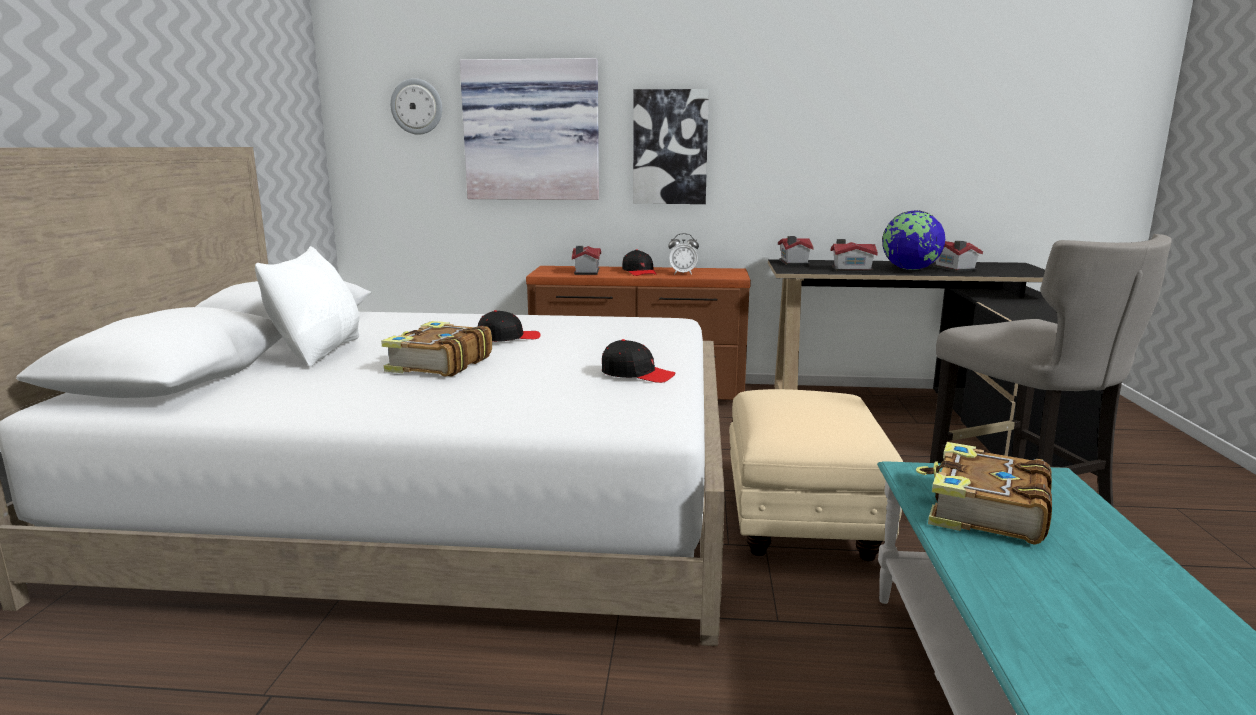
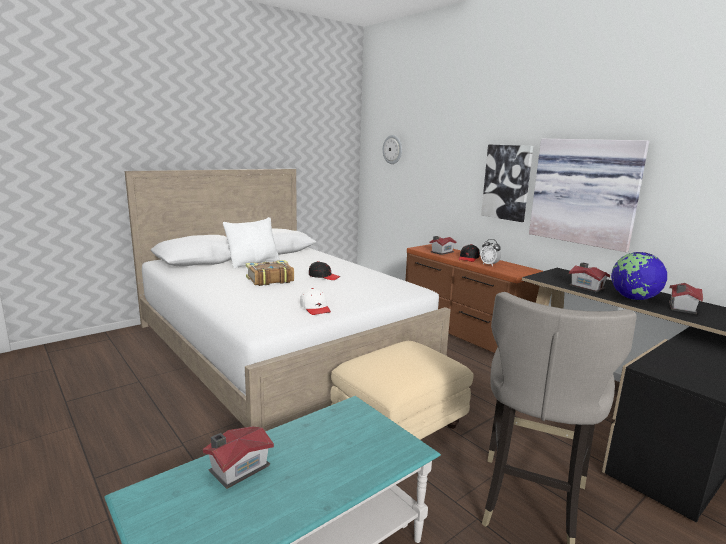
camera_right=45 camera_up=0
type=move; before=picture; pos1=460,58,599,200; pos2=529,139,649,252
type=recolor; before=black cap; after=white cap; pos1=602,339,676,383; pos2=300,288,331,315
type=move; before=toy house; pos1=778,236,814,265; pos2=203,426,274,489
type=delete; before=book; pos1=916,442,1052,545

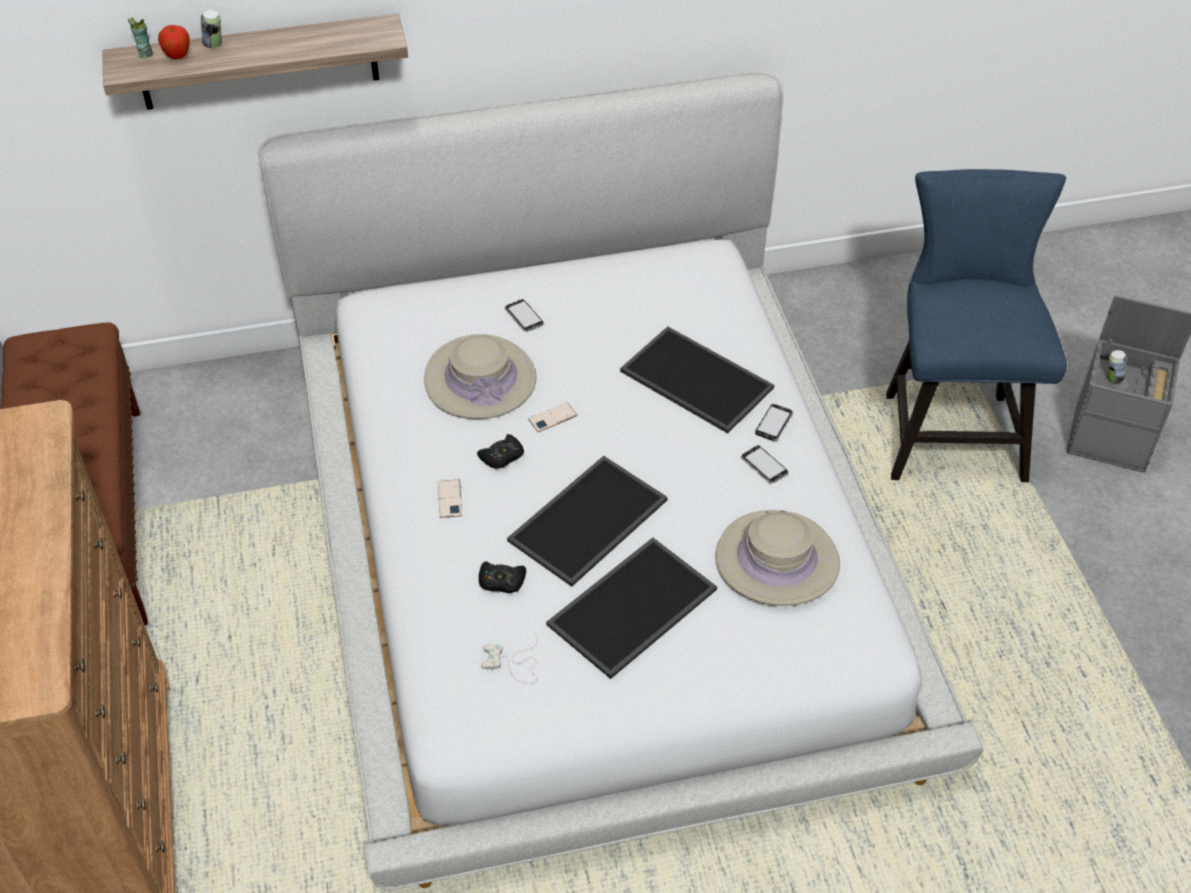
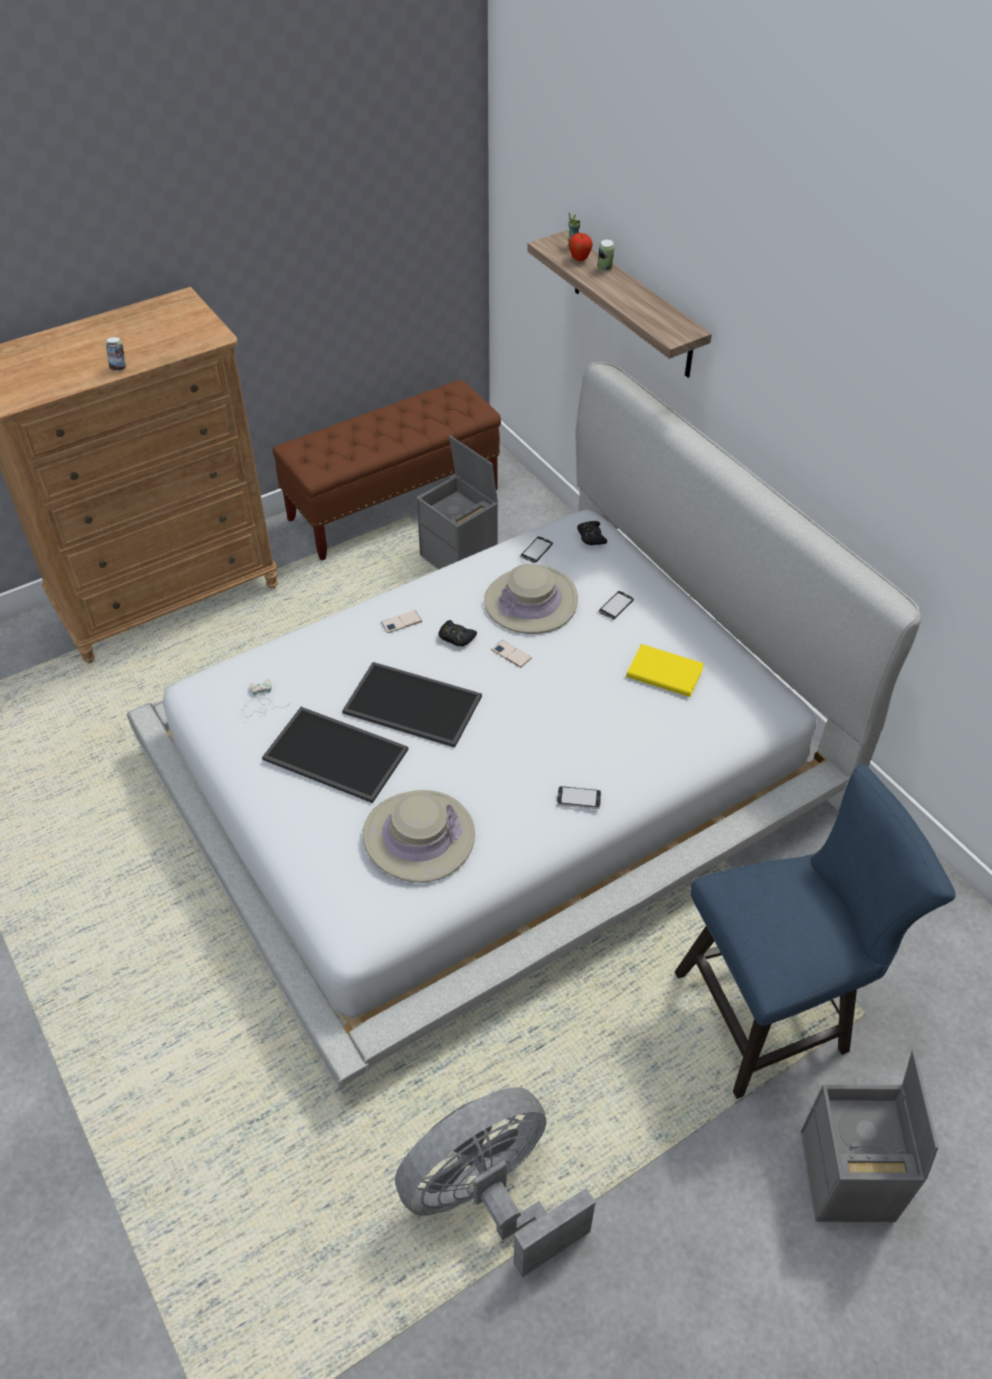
camera_right=70 camera_up=0
type=move; before=black game controller; pos1=479,561,526,593; pos2=577,521,607,545
type=delete; before=tray; pos1=620,326,774,433
type=move; before=phone; pos1=741,445,788,484; pos2=520,536,553,563
type=move; before=can; pos1=1107,350,1127,383; pos2=105,337,126,371
type=insert; after=grey fan; pos2=395,1087,596,1277
type=insert; after=grey storage box; pos2=417,435,498,569
type=insert; after=yellow book; pos2=626,644,704,697

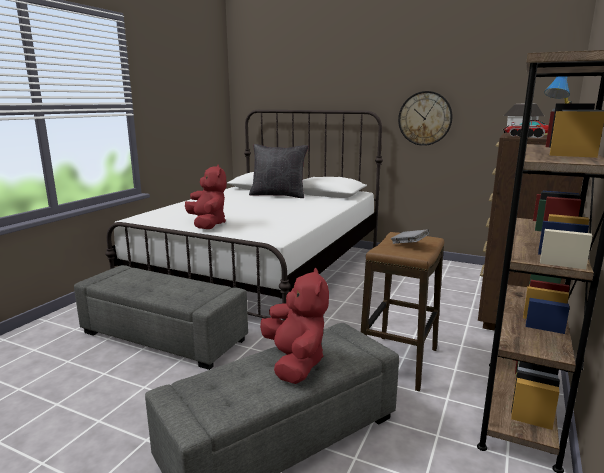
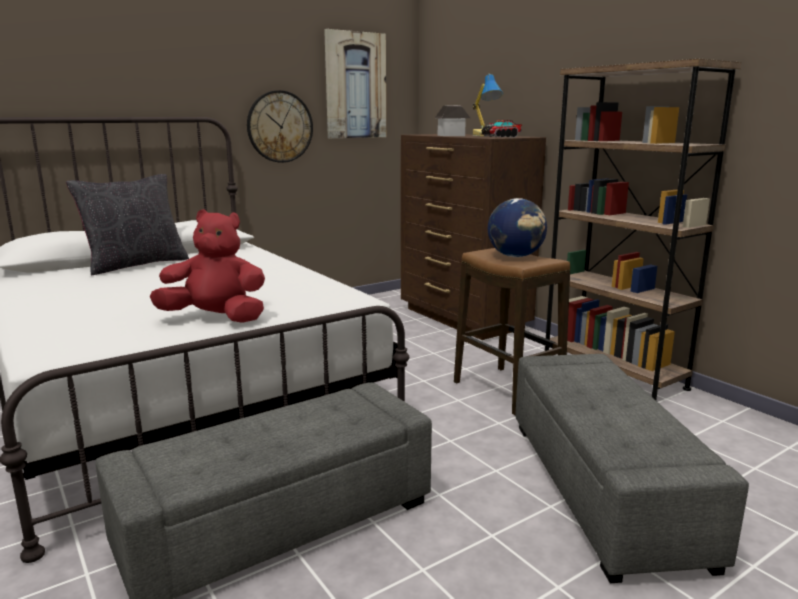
camera_right=-60 camera_up=0
type=delete; before=red plush toy; pos1=260,268,329,384
type=replace; before=grey book; after=globe; pos1=391,229,430,244; pos2=488,198,547,257
type=insert; after=picture; pos2=324,29,386,138

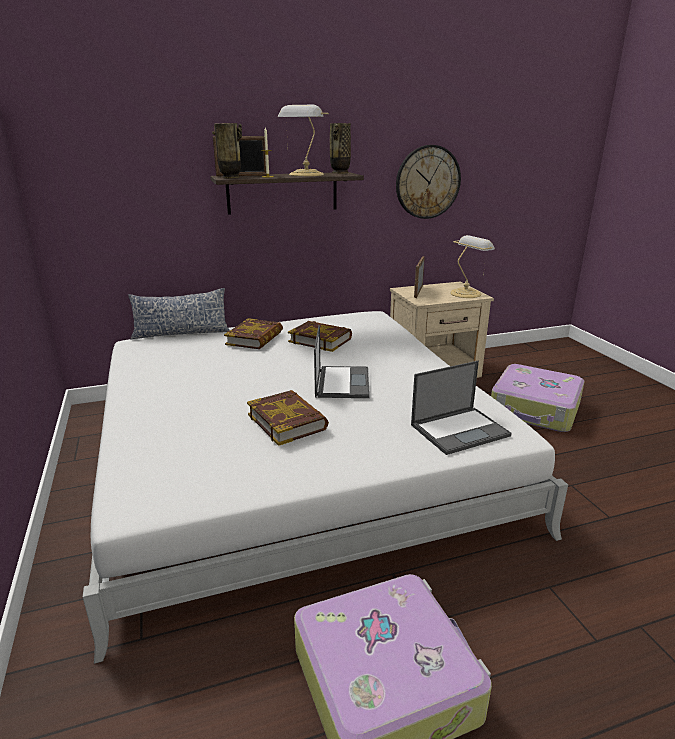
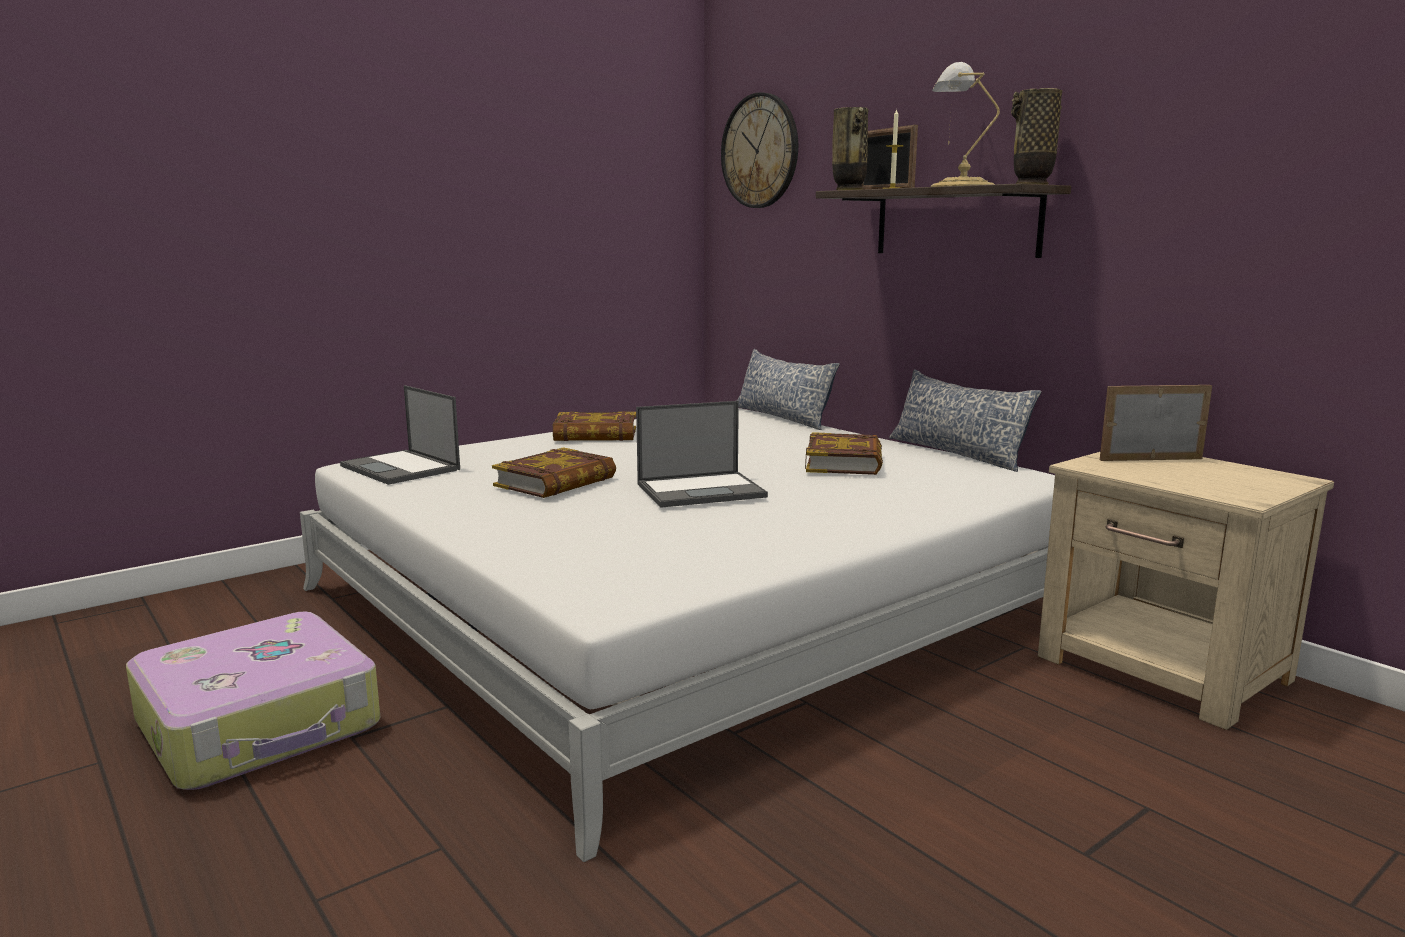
camera_right=70 camera_up=-10
type=move; before=book; pos1=224,318,283,349; pos2=553,411,636,441
type=move; before=wall clock; pos1=396,145,461,219; pos2=721,92,798,208
type=move; before=laptop; pos1=411,361,512,455; pos2=340,385,460,485
type=delete; before=table lamp; pos1=450,235,495,298
type=delete; before=suitcase; pos1=491,364,585,432
type=insert; after=pillow; pos2=889,369,1042,472

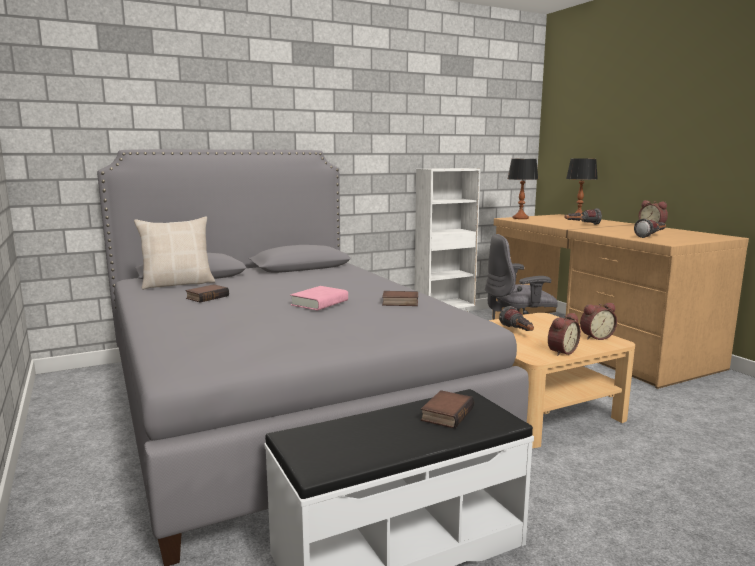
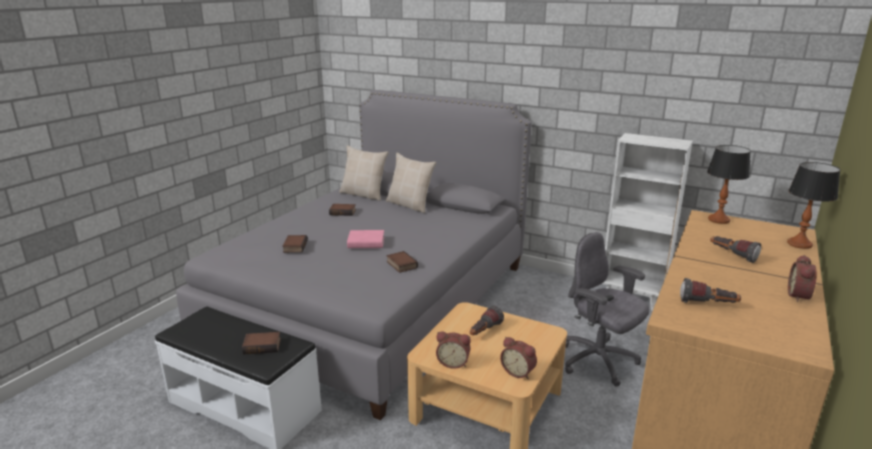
camera_right=55 camera_up=10
type=insert; after=book; pos2=282,235,308,253
type=insert; after=beige pillow; pos2=386,153,436,213

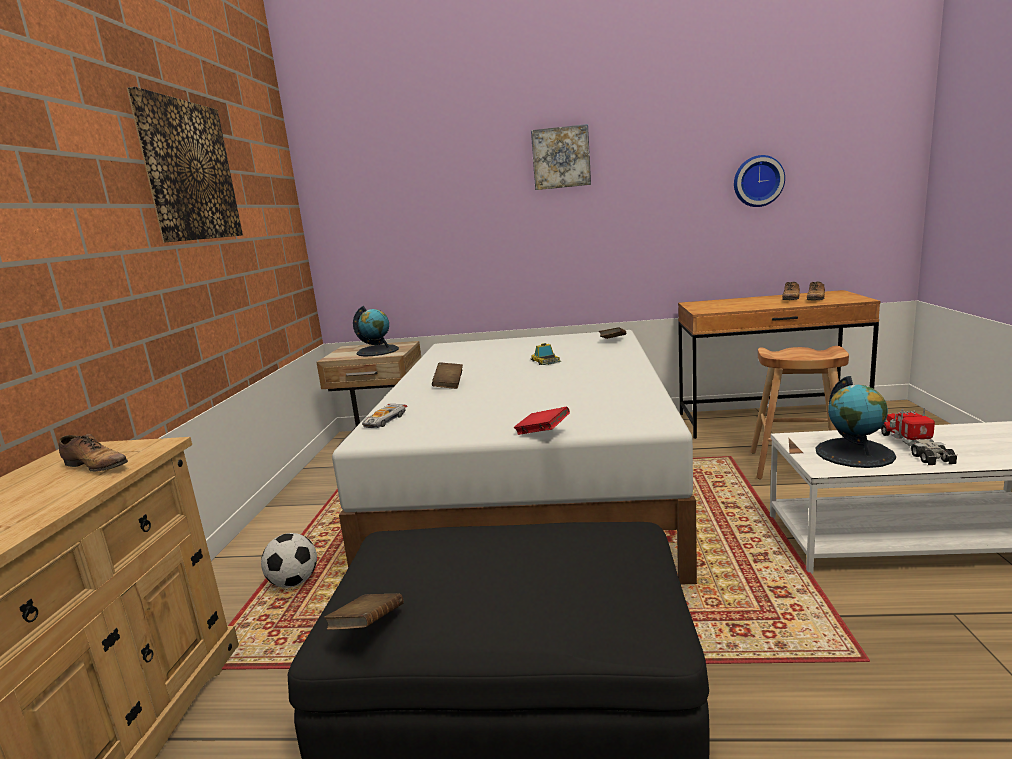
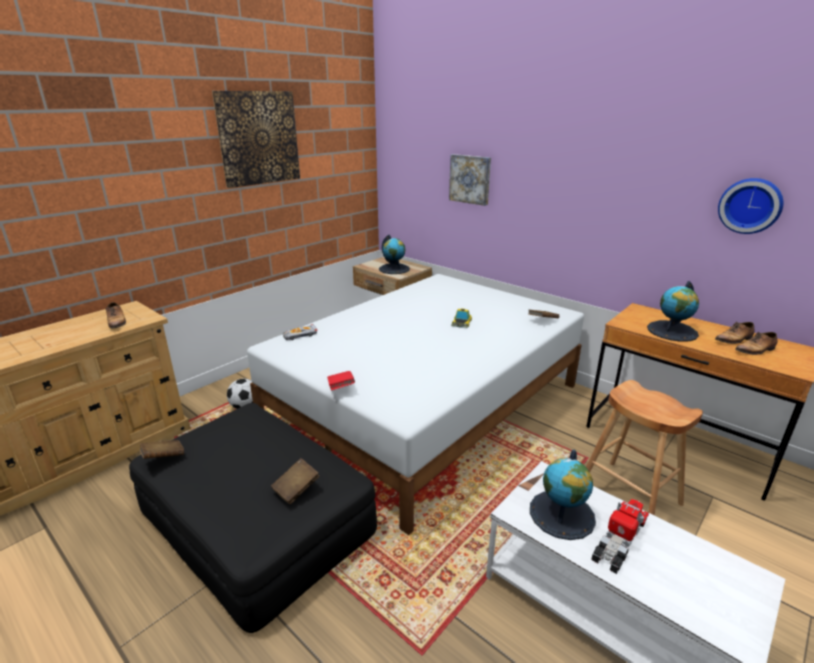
camera_right=35 camera_up=10
type=move; before=brown book; pos1=432,362,463,389; pos2=271,458,319,504
type=move; before=picture; pos1=531,124,591,190; pos2=449,154,491,206
type=insert; after=globe; pos2=647,281,699,342

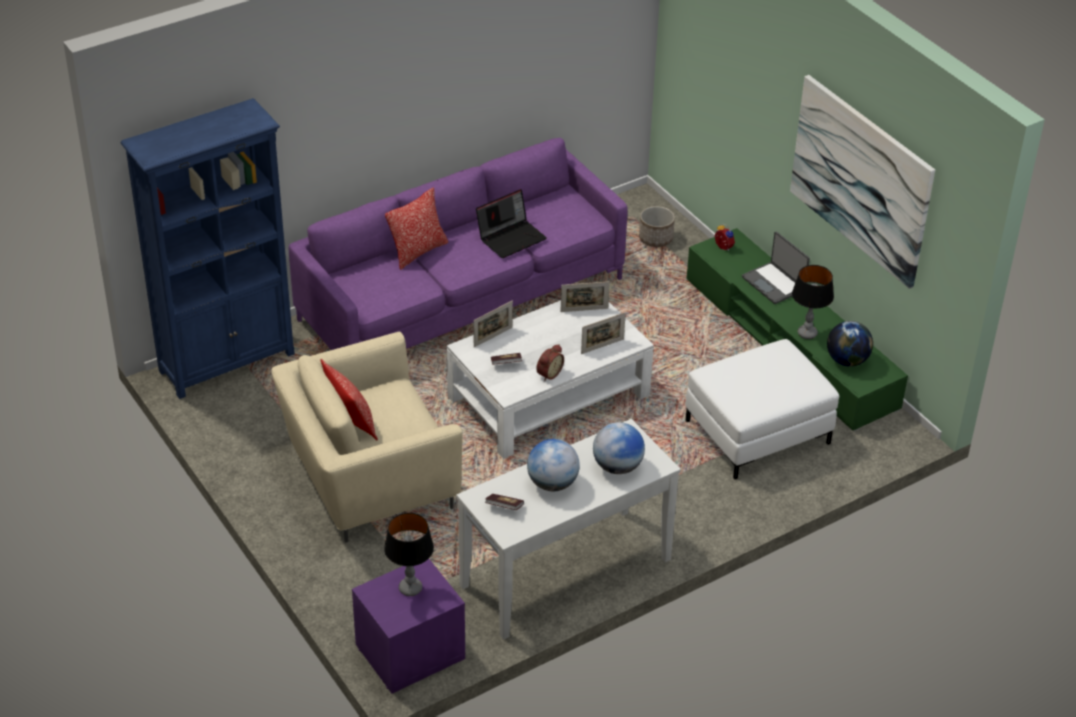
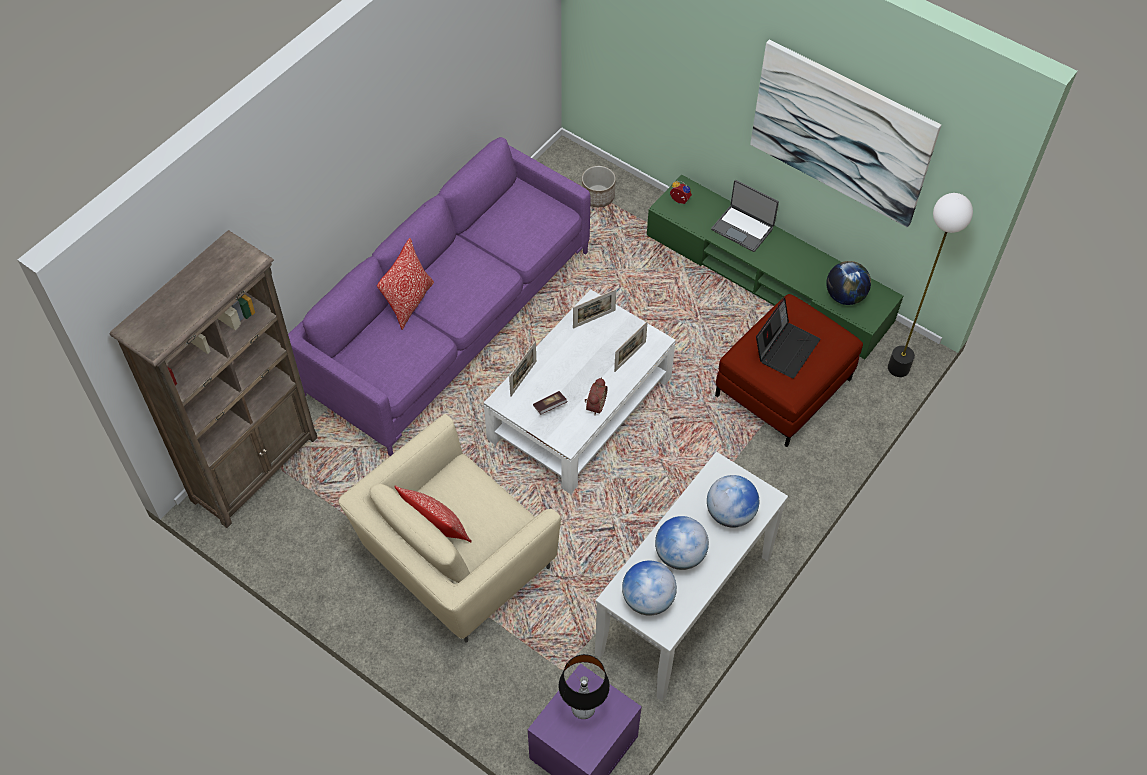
camera_right=-20 camera_up=15
type=recolor; before=blue bookcase; after=brown bookcase; pos1=120,98,295,399; pos2=110,230,318,528
type=move; before=laptop; pos1=476,189,547,258; pos2=756,297,821,379
type=replace; before=book; after=globe; pos1=485,494,524,510; pos2=622,561,677,616
type=recolor; before=white ottoman; after=red ottoman; pos1=685,339,839,479; pos2=715,294,863,447
type=delete; before=table lamp; pos1=792,265,834,339
type=insert; after=floor lamp; pos2=888,193,973,377

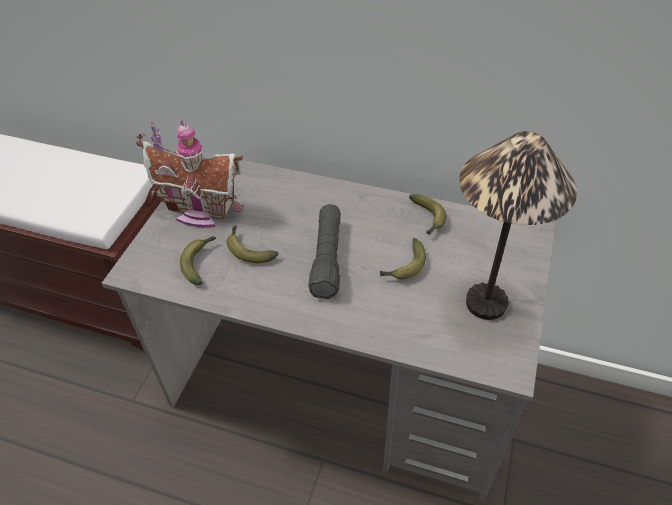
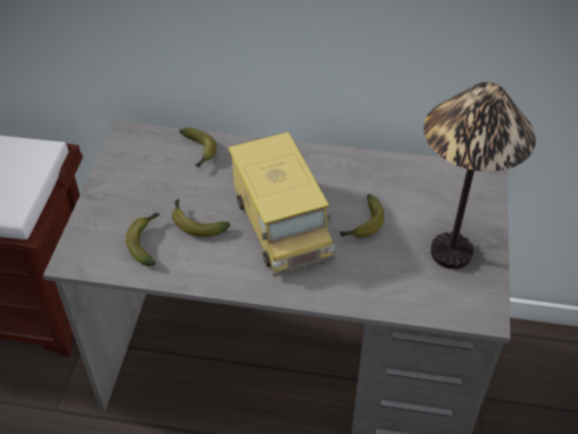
camera_right=-10 camera_up=0
type=delete; before=toy house; pos1=136,120,243,228
type=replace; before=black flashlight; after=toy truck; pos1=308,204,341,299; pos2=228,132,335,277
type=move; before=banana; pos1=409,194,446,235; pos2=179,128,216,168

